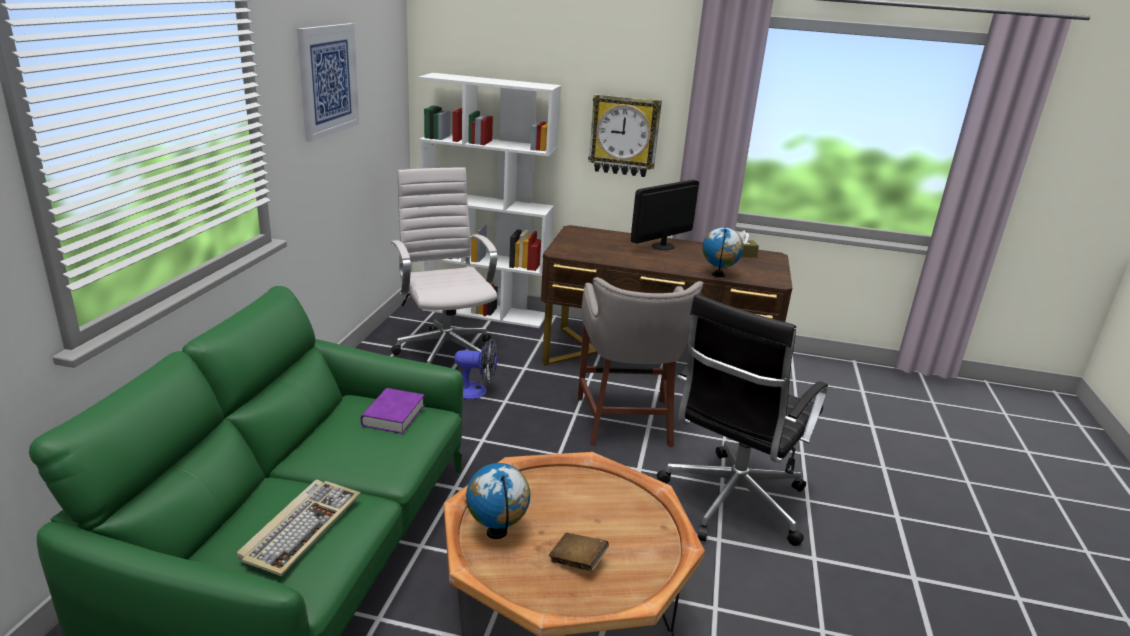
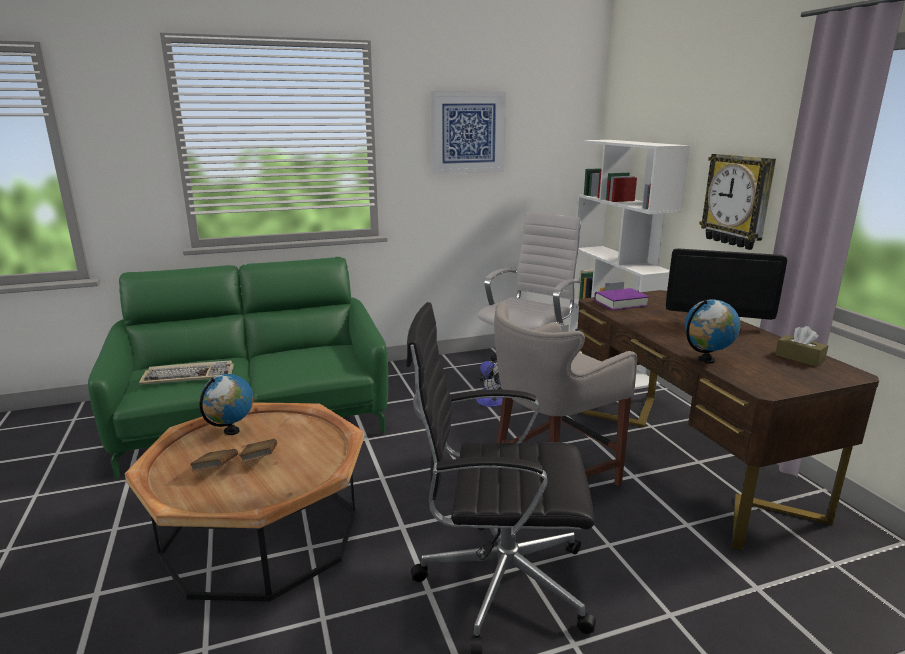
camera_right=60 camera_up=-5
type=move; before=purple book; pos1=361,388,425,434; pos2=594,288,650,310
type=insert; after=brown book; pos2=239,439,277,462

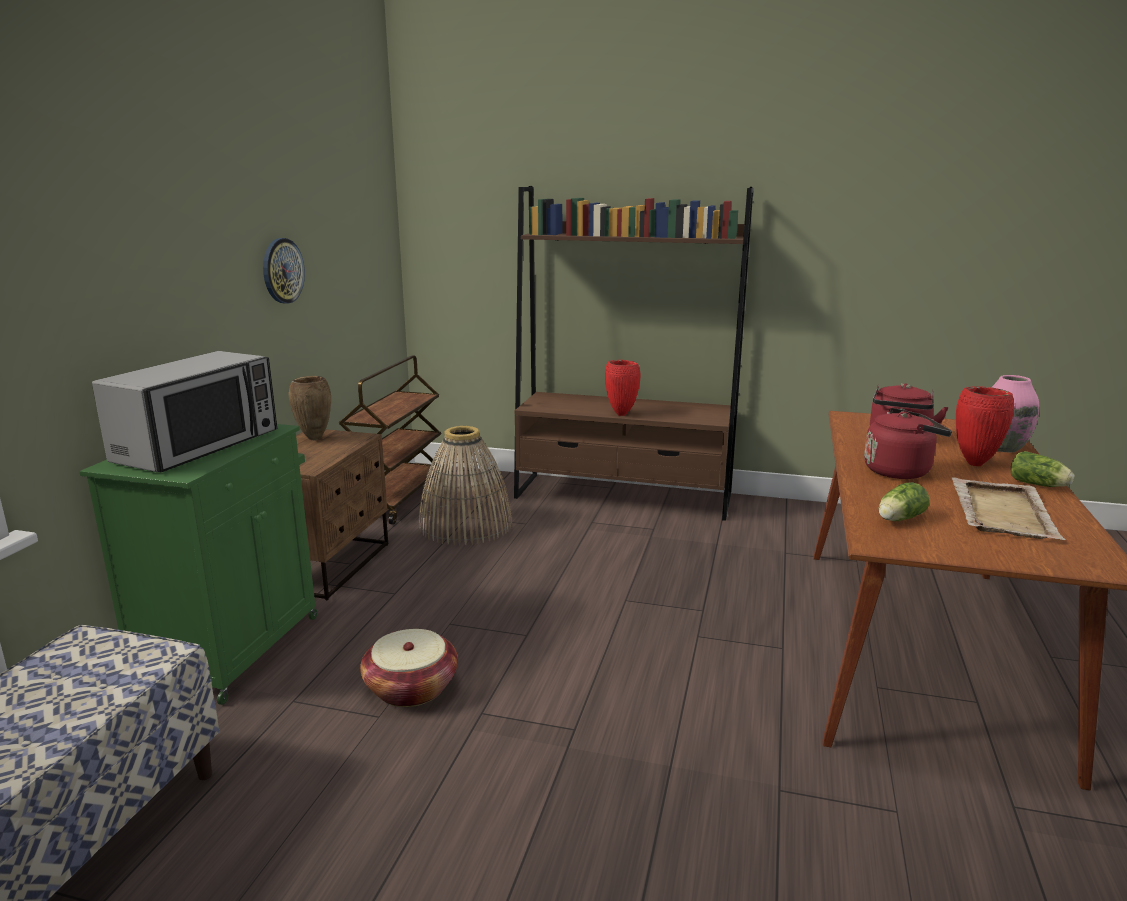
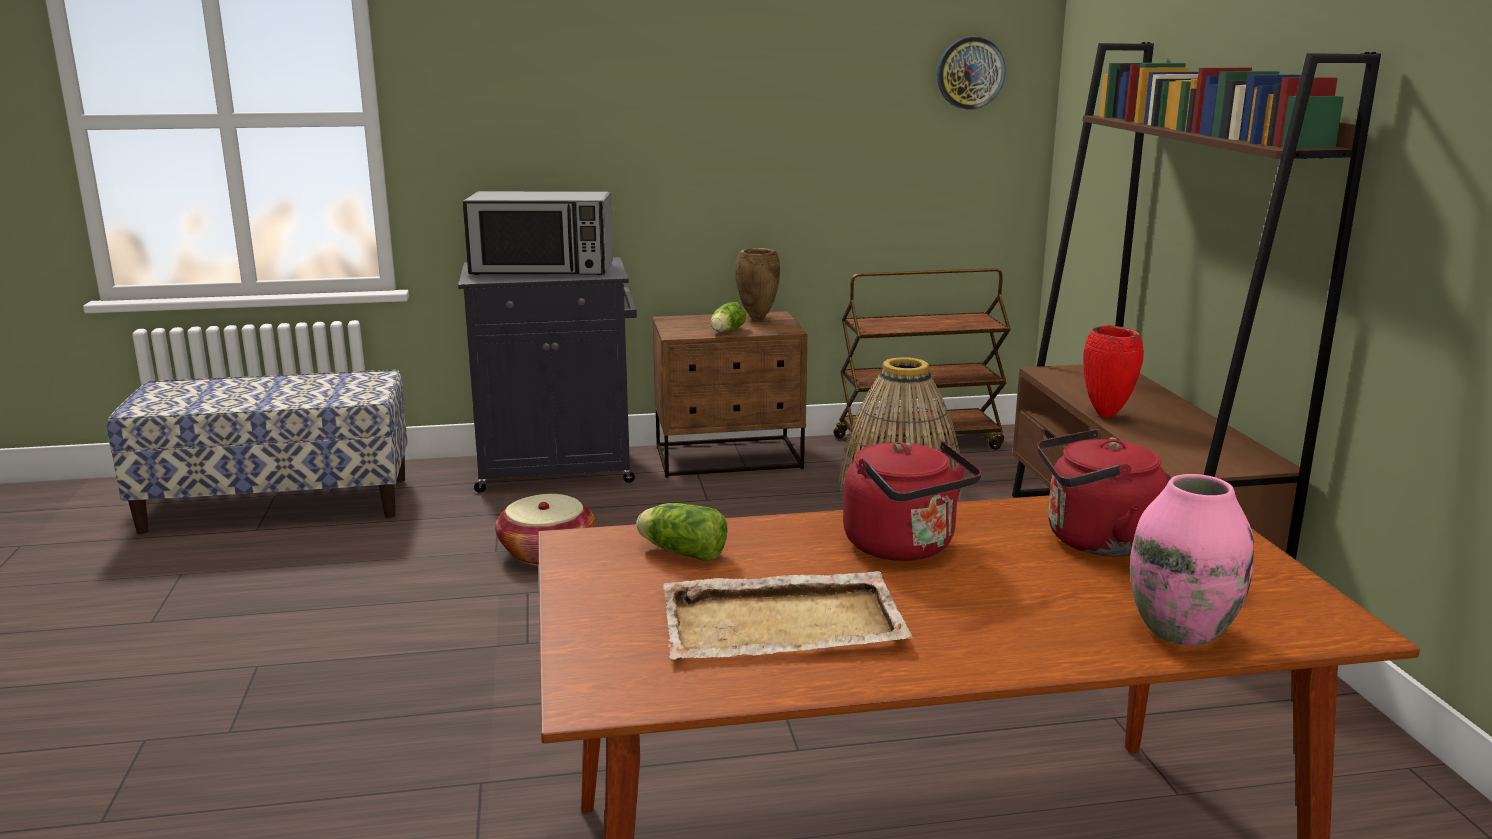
camera_right=65 camera_up=0
type=recolor; before=green cabinet; after=black cabinet; pos1=79,424,317,705; pos2=458,257,637,493
type=move; before=wall clock; pos1=263,238,305,304; pos2=937,37,1006,110
type=delete; before=red vase; pos1=956,386,1014,466
type=move; before=lettuce; pos1=1011,451,1074,487; pos2=711,302,746,332

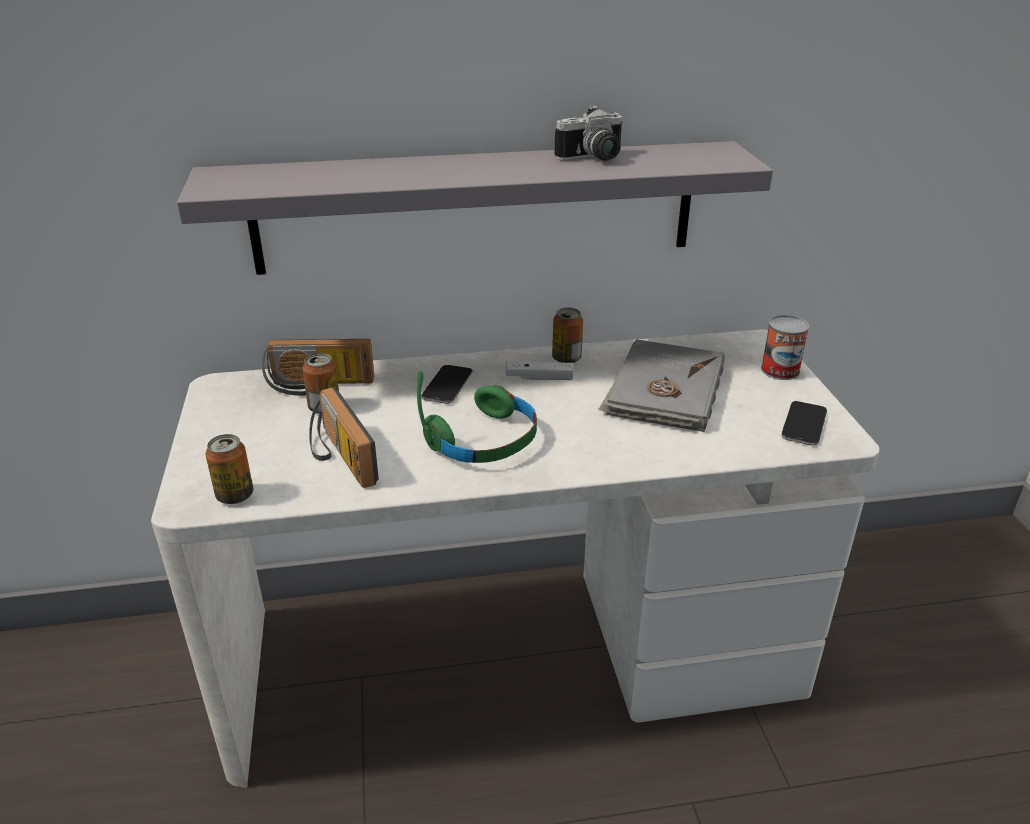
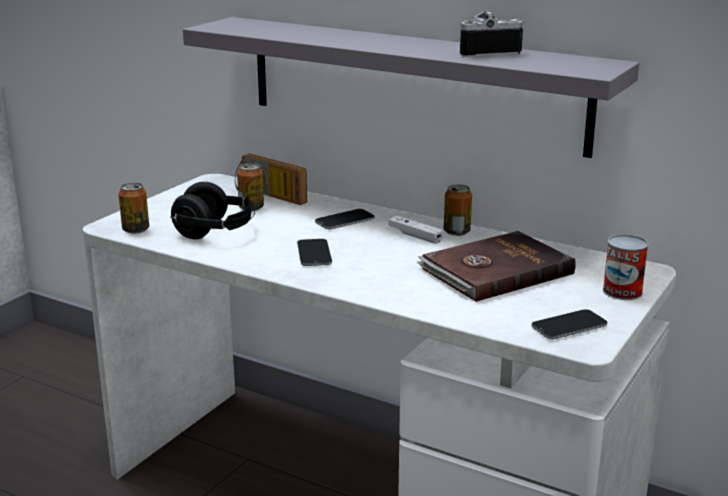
camera_right=40 camera_up=-10
type=replace; before=radio; after=black headphones; pos1=309,387,379,488; pos2=170,182,255,239
type=replace; before=green headphones; after=phone; pos1=417,371,537,463; pos2=297,239,332,266
type=rotate; before=photo camera; pos1=554,105,623,161; pos2=460,11,523,57; turn=150
type=recolor; before=grey book; after=brown book; pos1=598,339,725,432; pos2=417,231,576,302

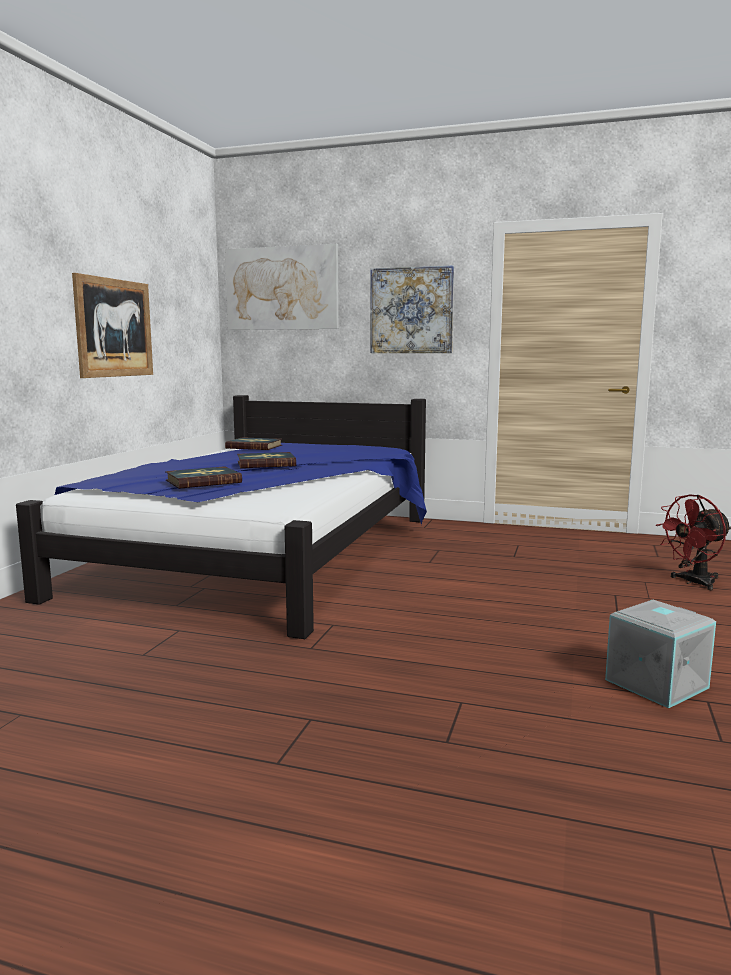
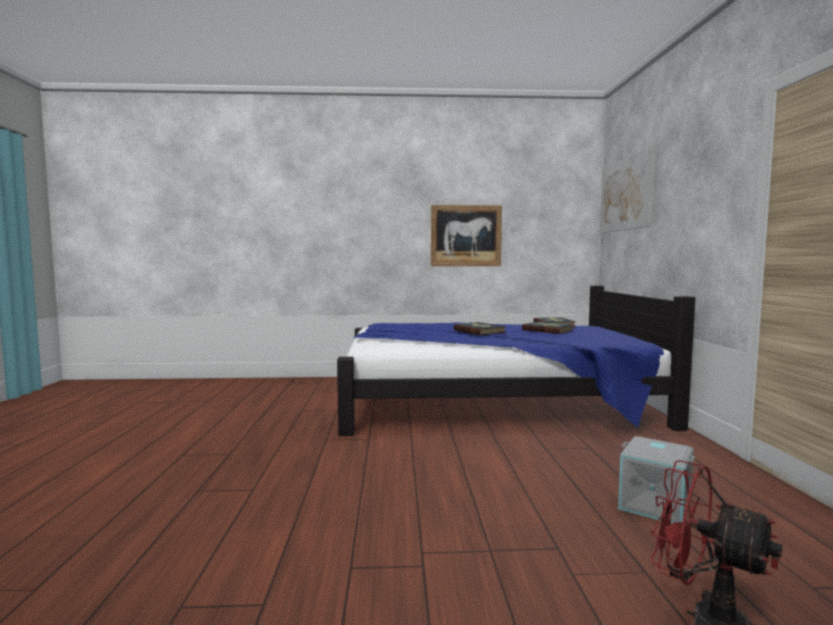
camera_right=70 camera_up=-5
type=move; before=book; pos1=165,466,242,489; pos2=522,321,574,334
type=delete; before=picture; pos1=370,265,454,353
type=move; before=grey storage box; pos1=605,600,716,708; pos2=618,436,695,524

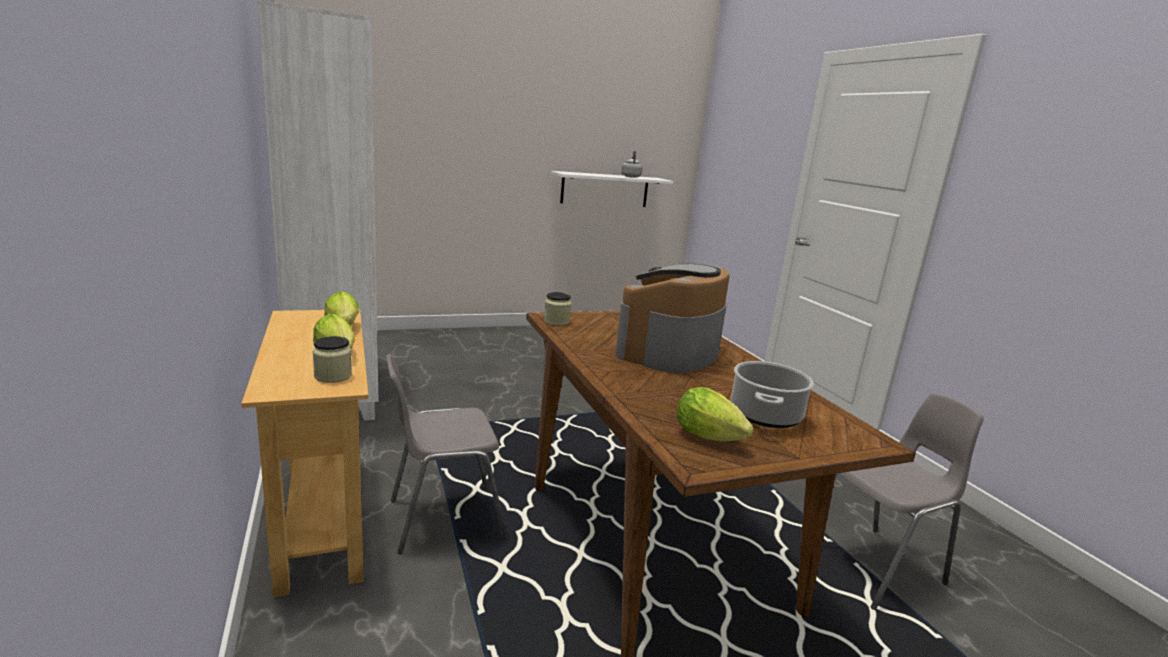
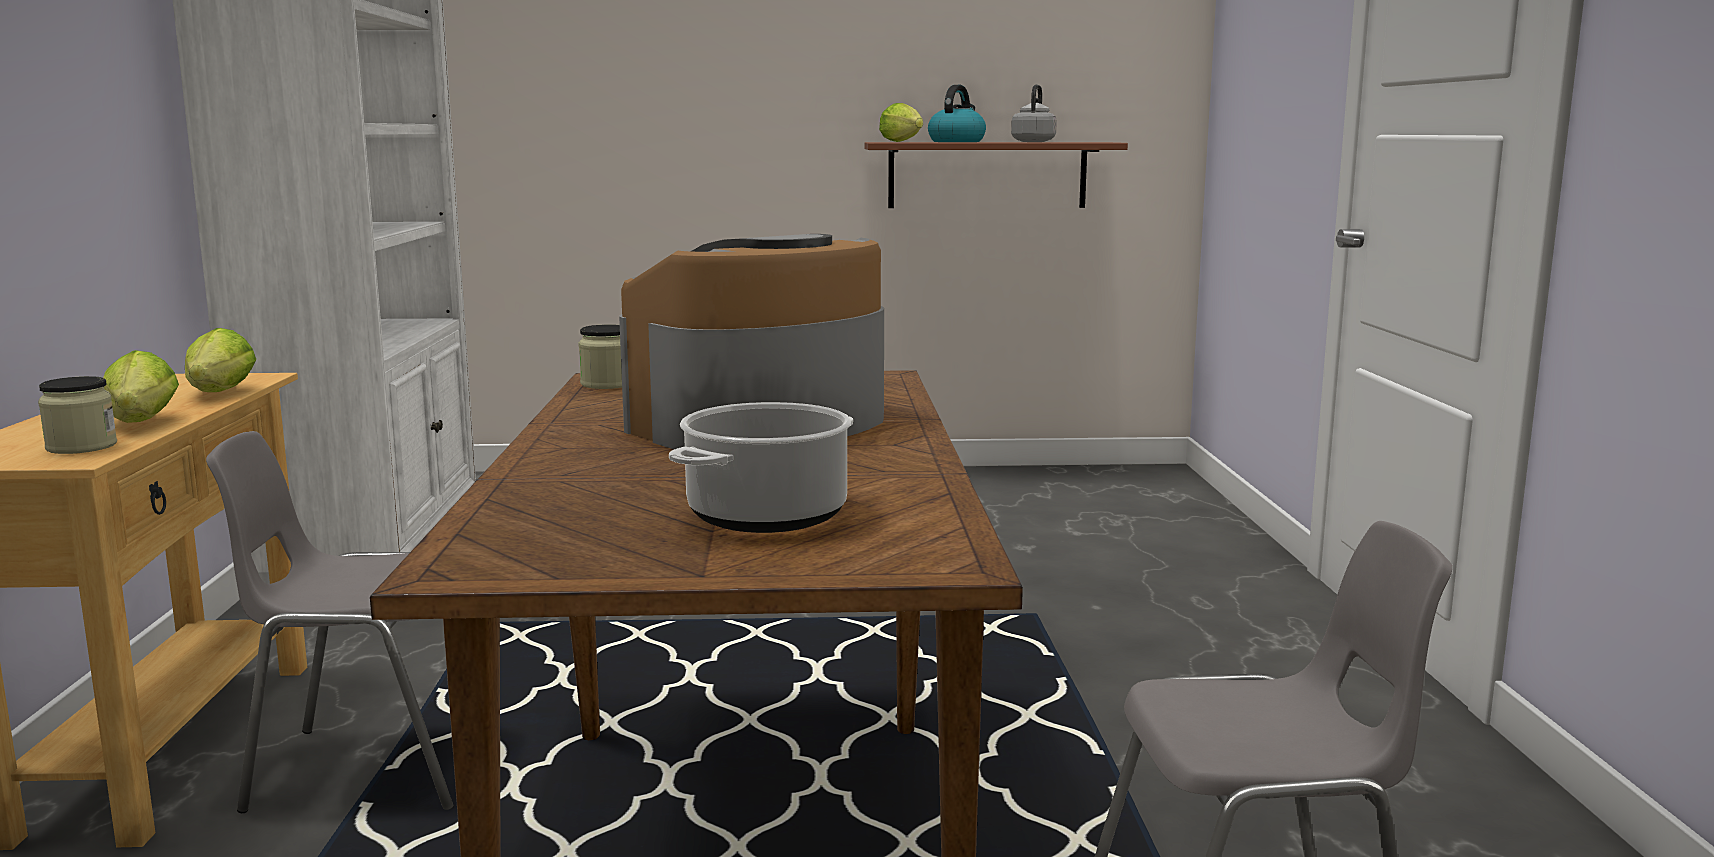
camera_right=20 camera_up=-5
type=recolor; before=white shelf; after=brown shelf; pos1=551,171,673,207; pos2=864,142,1128,208
type=move; before=lettuce; pos1=677,387,754,442; pos2=879,103,923,142
type=insert; after=kettle; pos2=928,85,986,142

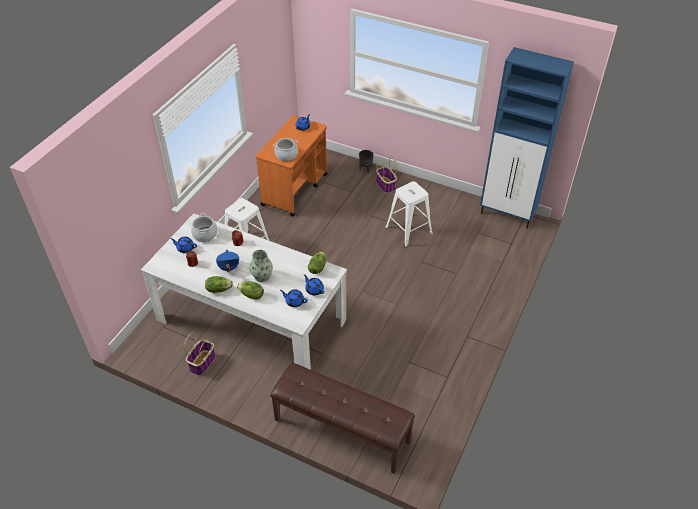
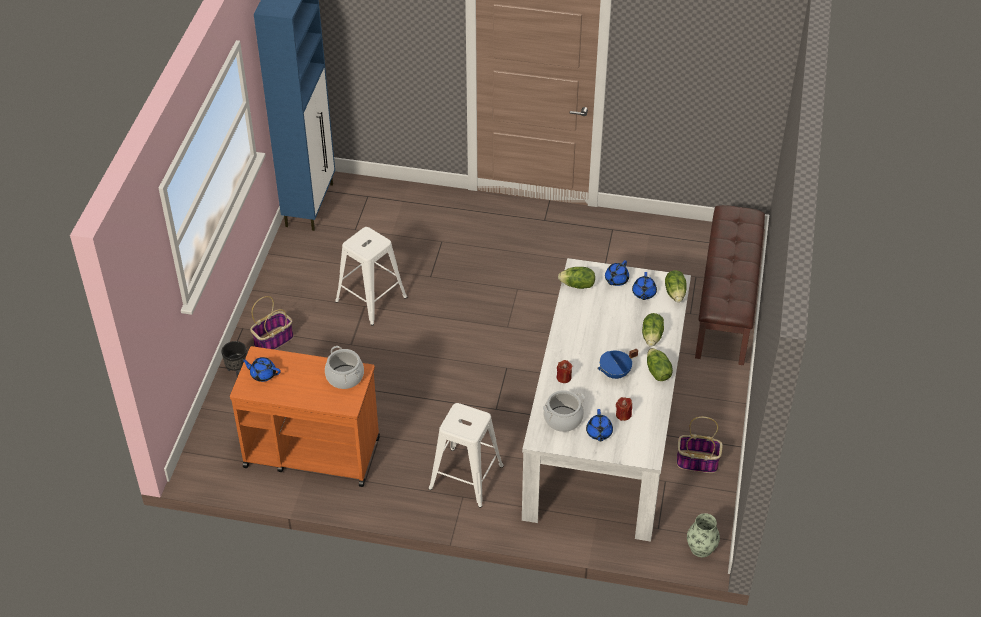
camera_right=-105 camera_up=0
type=move; before=vase; pos1=250,250,273,282; pos2=687,513,720,557
type=insert; after=lettuce; pos2=665,270,687,303

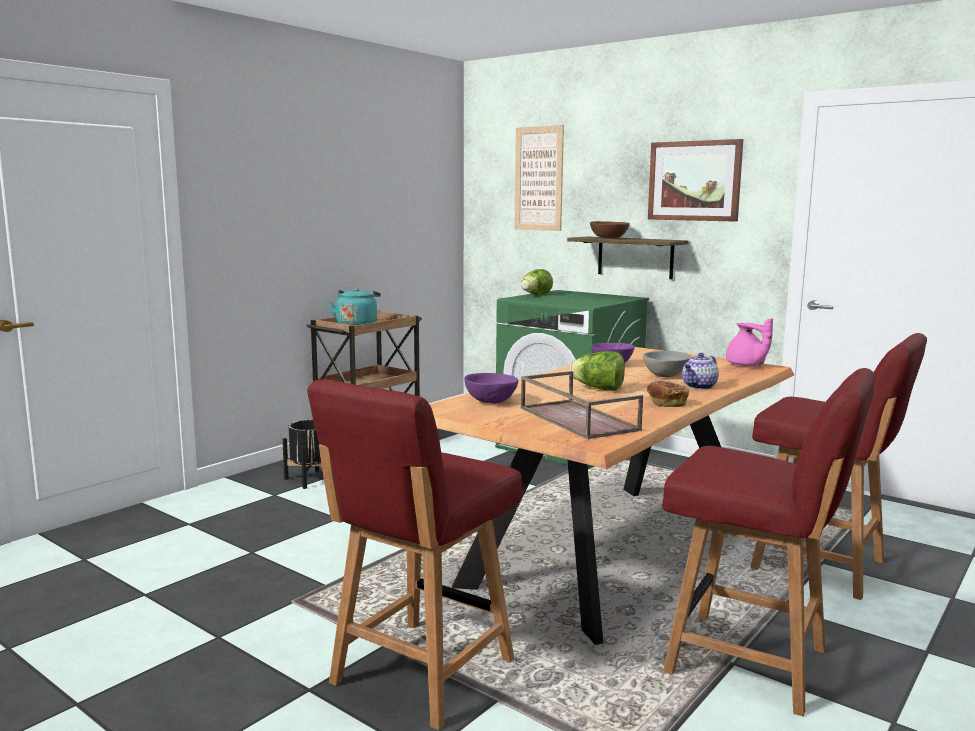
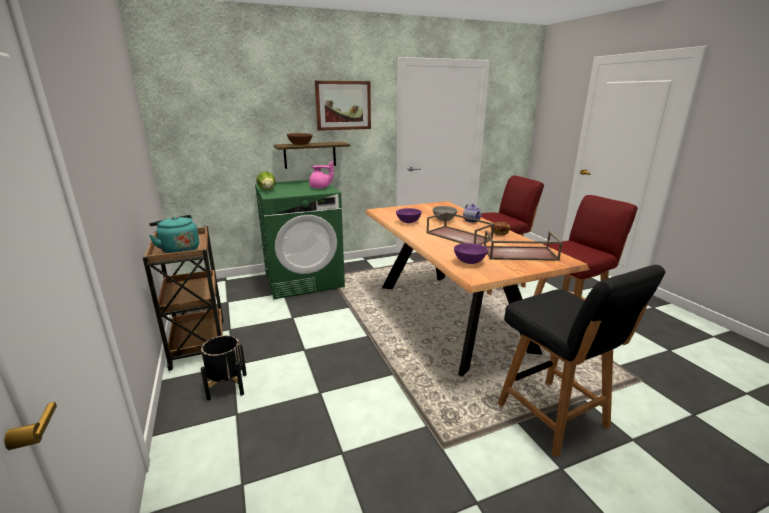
camera_right=-60 camera_up=10
type=recolor; before=red chair; after=black chair; pos1=307,380,522,730; pos2=497,265,665,457
type=delete; before=picture; pos1=515,125,564,231
type=replace; before=lettuce; after=brown tray; pos1=569,351,625,390; pos2=426,212,494,245
type=move; before=pink teapot; pos1=726,318,773,366; pos2=309,161,334,189

